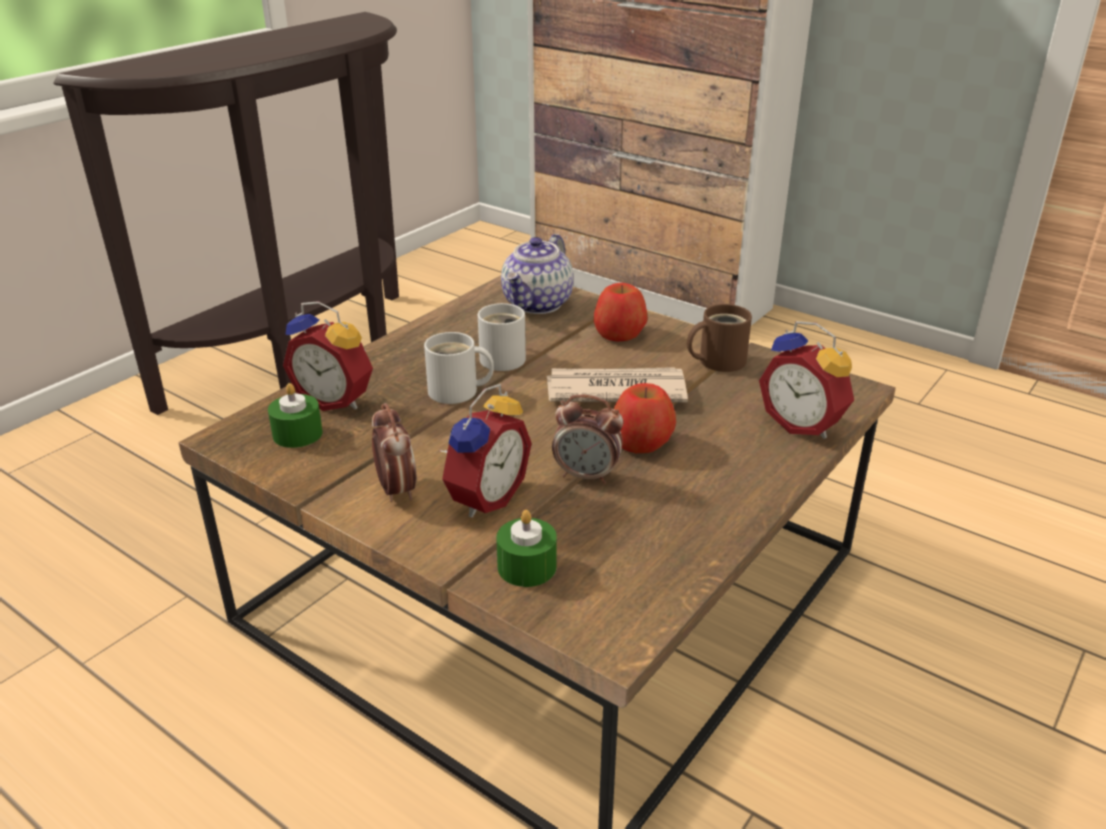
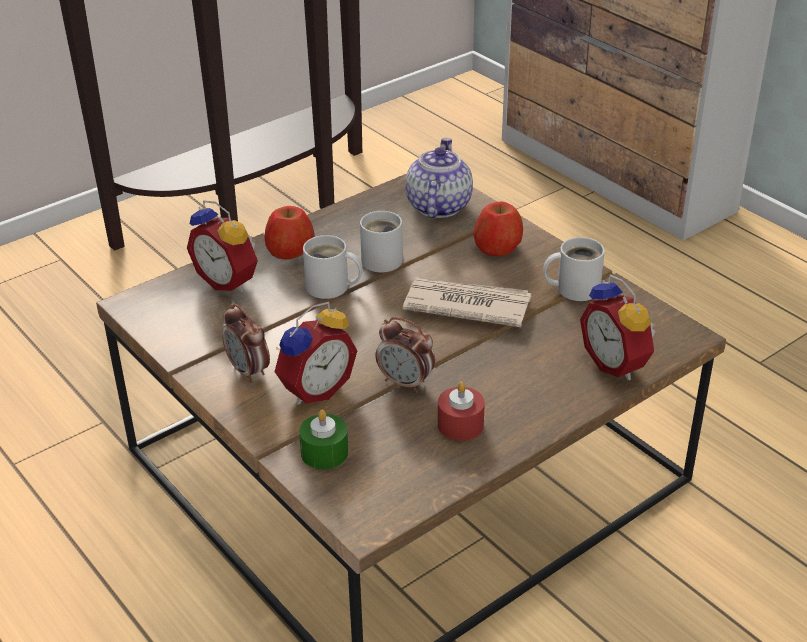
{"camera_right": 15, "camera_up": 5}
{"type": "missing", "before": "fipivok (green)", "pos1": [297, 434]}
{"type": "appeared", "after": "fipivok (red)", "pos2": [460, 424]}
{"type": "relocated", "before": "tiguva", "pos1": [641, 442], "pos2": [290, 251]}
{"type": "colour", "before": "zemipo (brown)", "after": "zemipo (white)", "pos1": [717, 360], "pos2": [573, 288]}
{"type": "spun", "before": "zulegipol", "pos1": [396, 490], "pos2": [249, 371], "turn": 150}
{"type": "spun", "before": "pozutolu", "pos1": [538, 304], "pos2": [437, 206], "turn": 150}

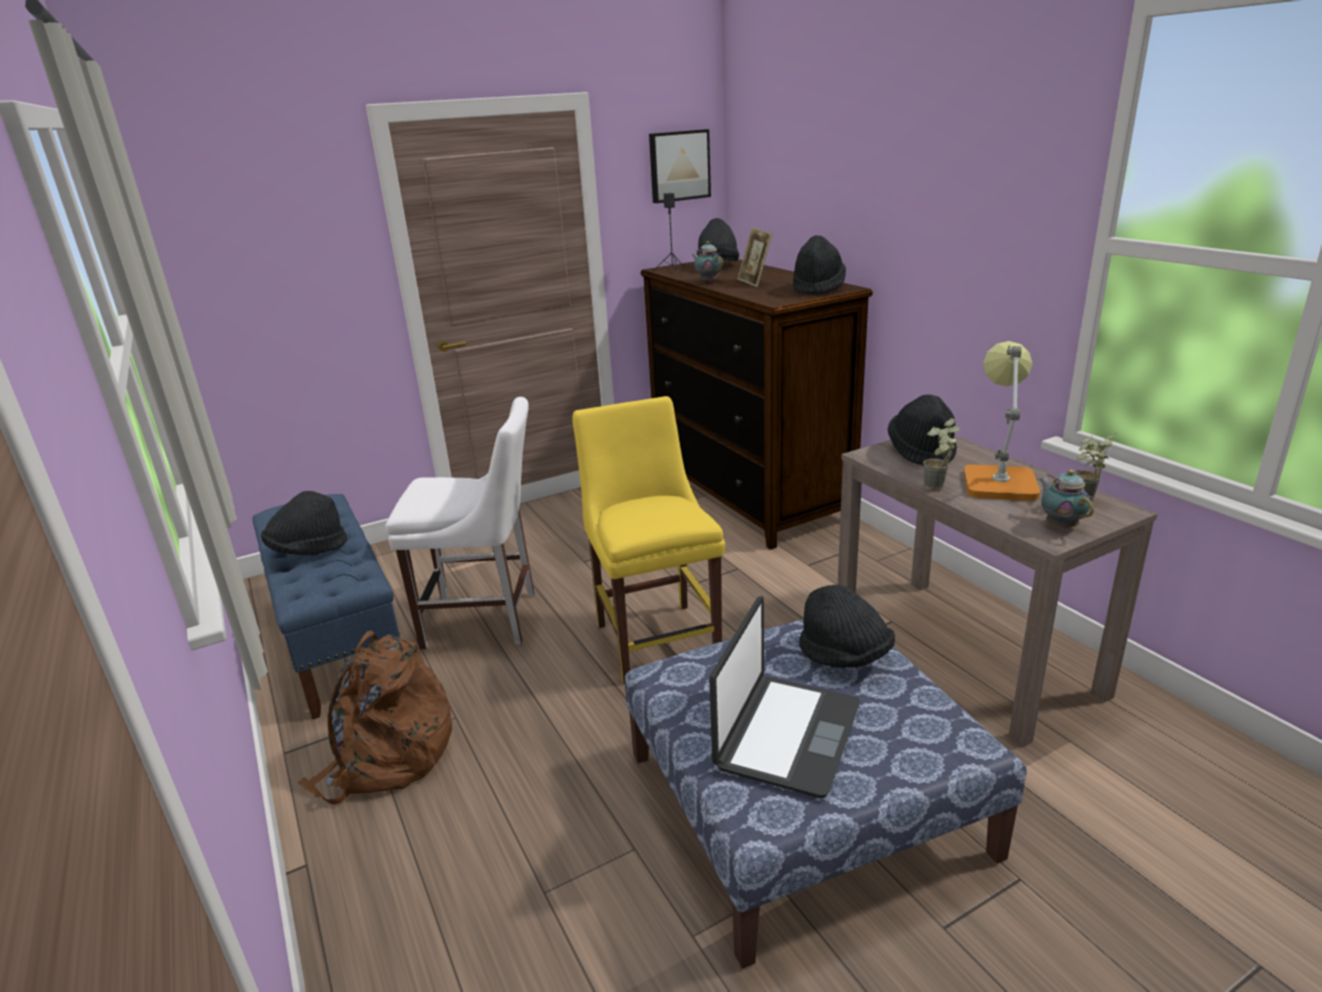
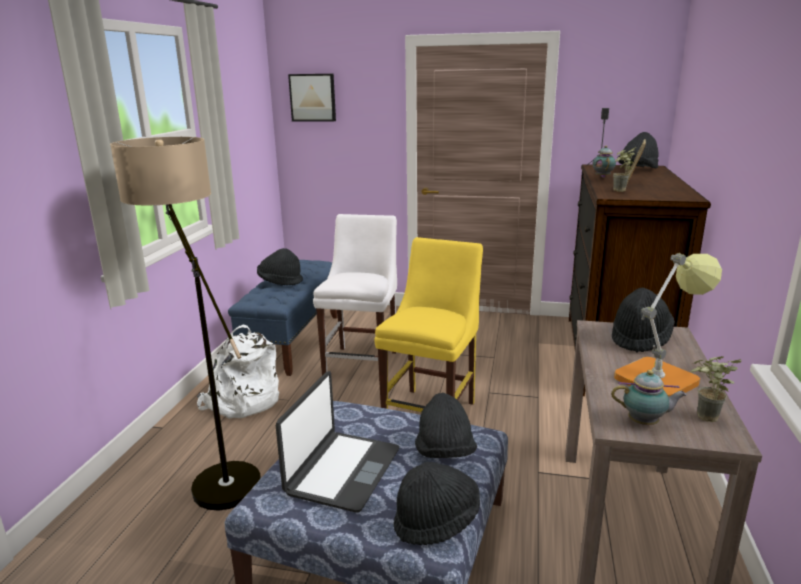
{"camera_right": 40, "camera_up": -5}
{"type": "appeared", "after": "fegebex", "pos2": [216, 473]}
{"type": "relocated", "before": "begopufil", "pos1": [678, 166], "pos2": [313, 97]}
{"type": "relocated", "before": "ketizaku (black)", "pos1": [818, 288], "pos2": [436, 521]}
{"type": "relocated", "before": "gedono", "pos1": [938, 489], "pos2": [619, 191]}
{"type": "colour", "before": "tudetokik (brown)", "after": "tudetokik (white)", "pos1": [387, 757], "pos2": [242, 402]}
{"type": "spun", "before": "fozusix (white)", "pos1": [486, 620], "pos2": [363, 362], "turn": -120}
{"type": "spun", "before": "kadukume", "pos1": [786, 735], "pos2": [342, 471], "turn": -45}
{"type": "spun", "before": "pozutolu", "pos1": [1060, 525], "pos2": [645, 423], "turn": 75}

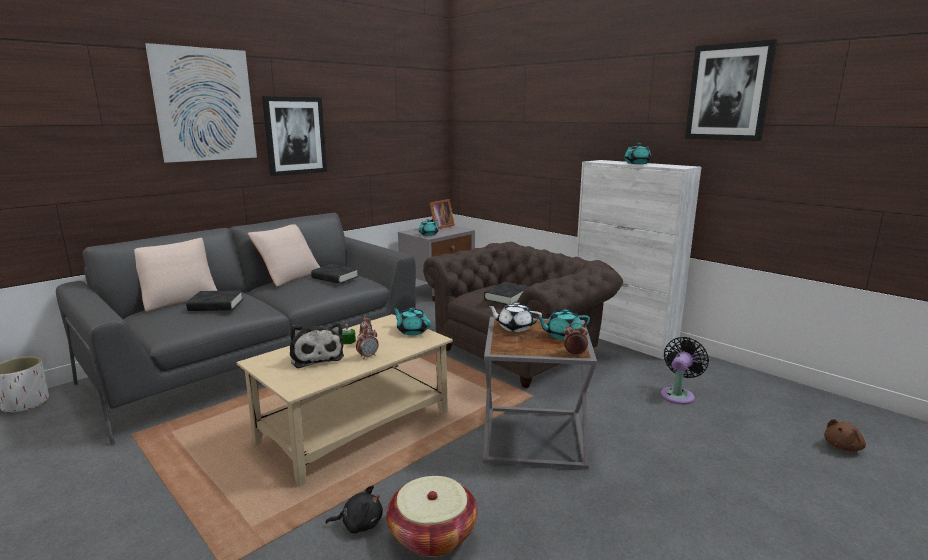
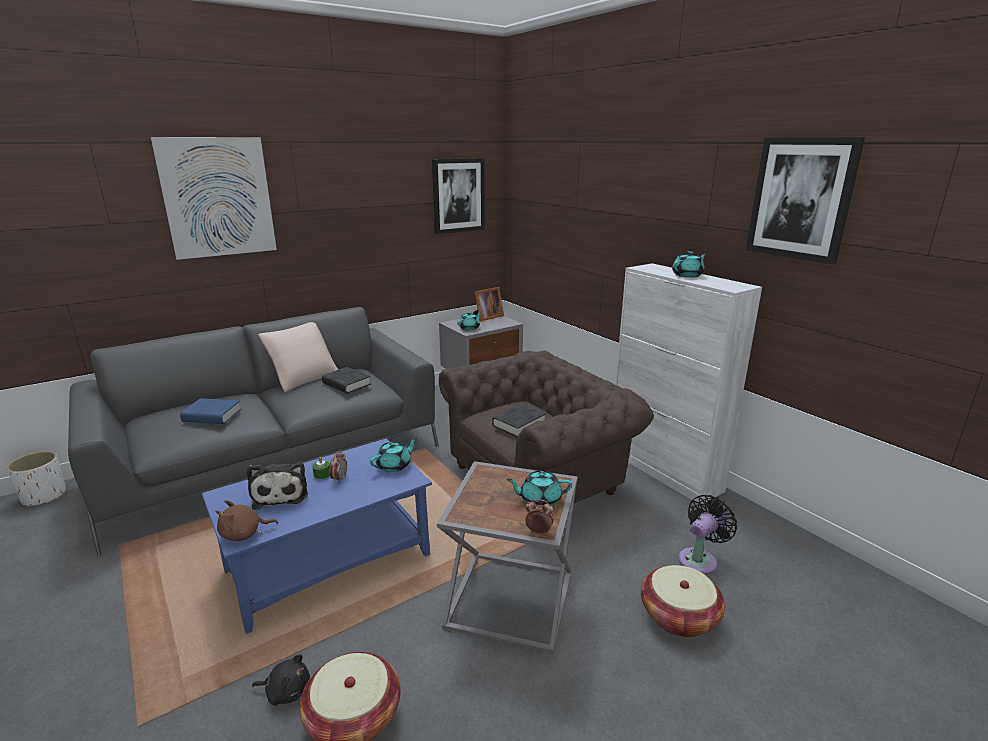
{"camera_right": 10, "camera_up": 5}
{"type": "missing", "before": "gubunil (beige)", "pos1": [179, 299]}
{"type": "missing", "before": "zulegipol", "pos1": [368, 356]}
{"type": "missing", "before": "pozutolu (white)", "pos1": [514, 327]}
{"type": "appeared", "after": "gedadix", "pos2": [678, 616]}
{"type": "relocated", "before": "begopufil", "pos1": [295, 136], "pos2": [458, 195]}
{"type": "relocated", "before": "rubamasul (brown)", "pos1": [843, 447], "pos2": [244, 534]}
{"type": "colour", "before": "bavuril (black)", "after": "bavuril (blue)", "pos1": [216, 305], "pos2": [212, 416]}
{"type": "colour", "before": "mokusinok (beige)", "after": "mokusinok (blue)", "pos1": [356, 427], "pos2": [330, 562]}
{"type": "spun", "before": "pozutolu (turquoise)", "pos1": [412, 331], "pos2": [394, 466], "turn": 90}

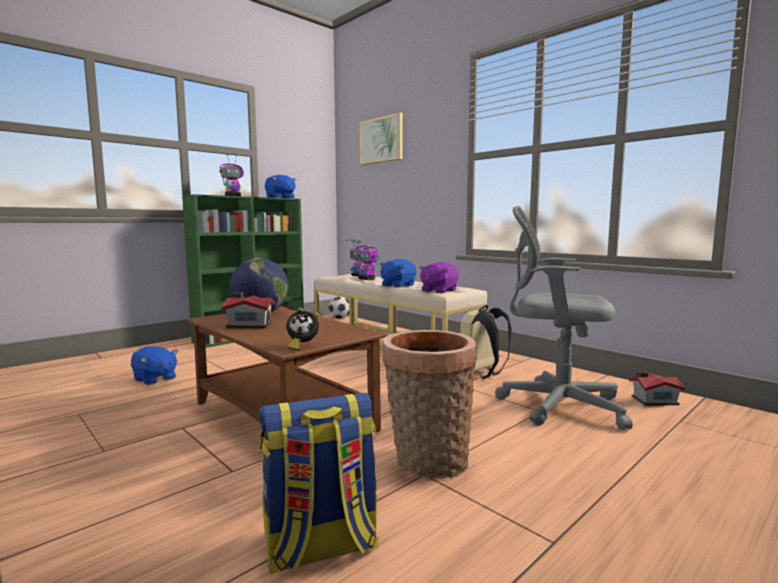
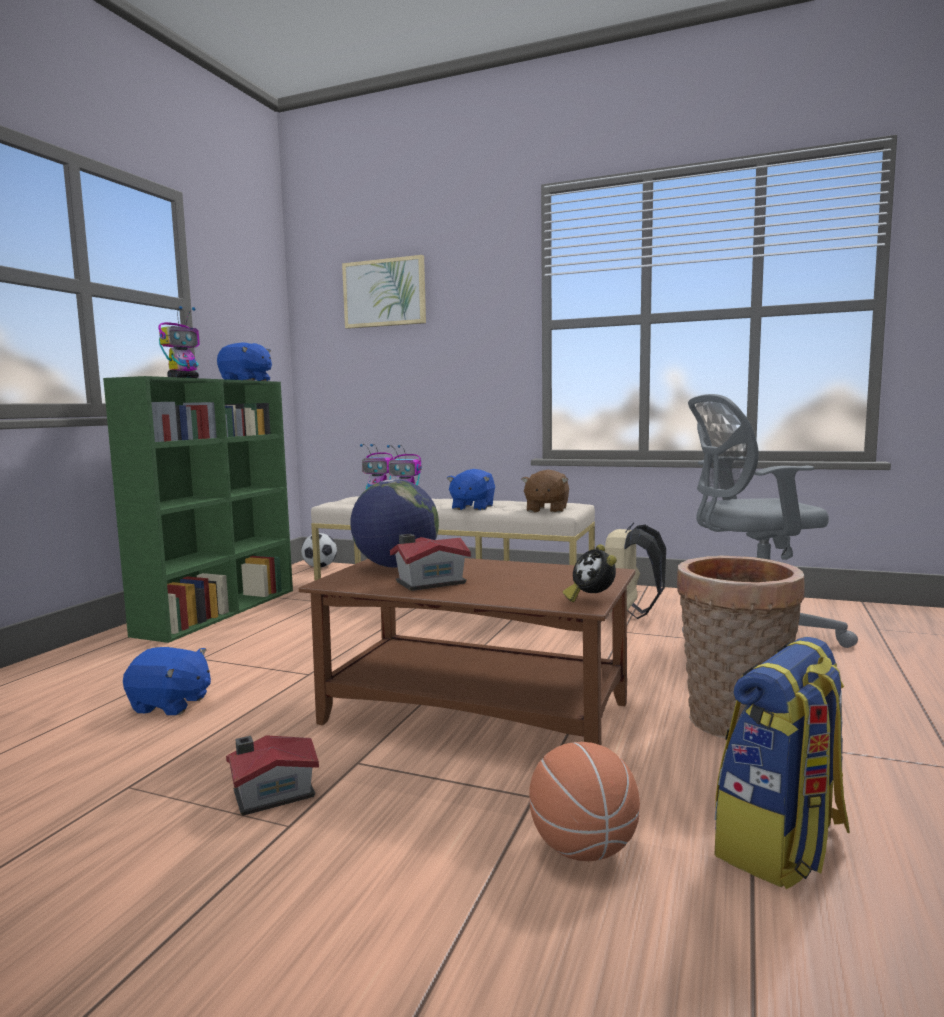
{"camera_right": -25, "camera_up": 0}
{"type": "appeared", "after": "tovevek", "pos2": [583, 849]}
{"type": "relocated", "before": "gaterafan", "pos1": [653, 400], "pos2": [271, 793]}
{"type": "colour", "before": "rubamasul (purple)", "after": "rubamasul (brown)", "pos1": [438, 291], "pos2": [546, 510]}
{"type": "spun", "before": "zulegipol", "pos1": [302, 346], "pos2": [591, 599], "turn": 90}

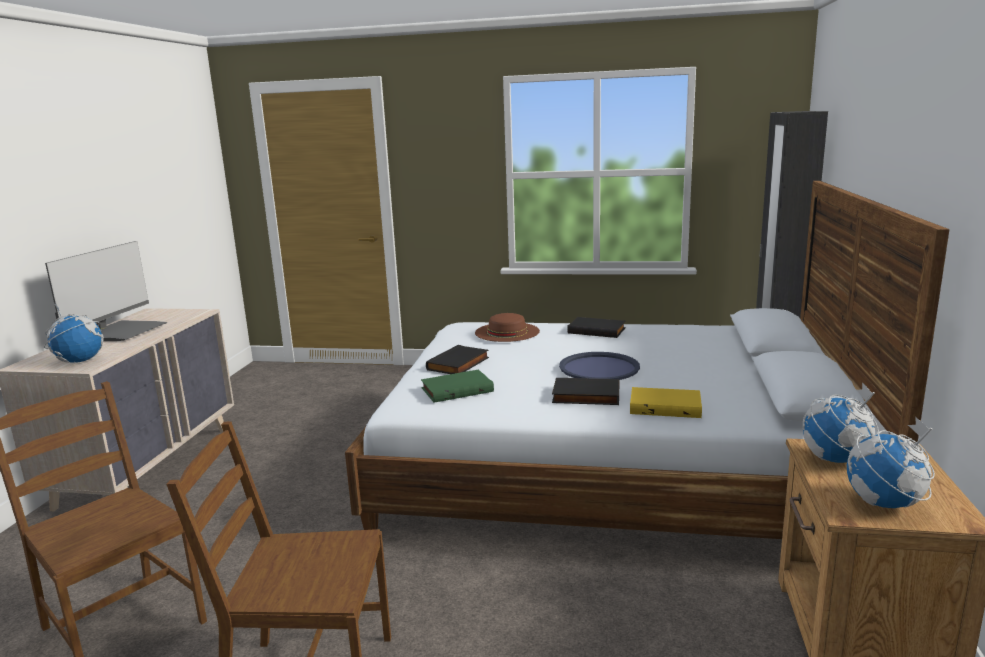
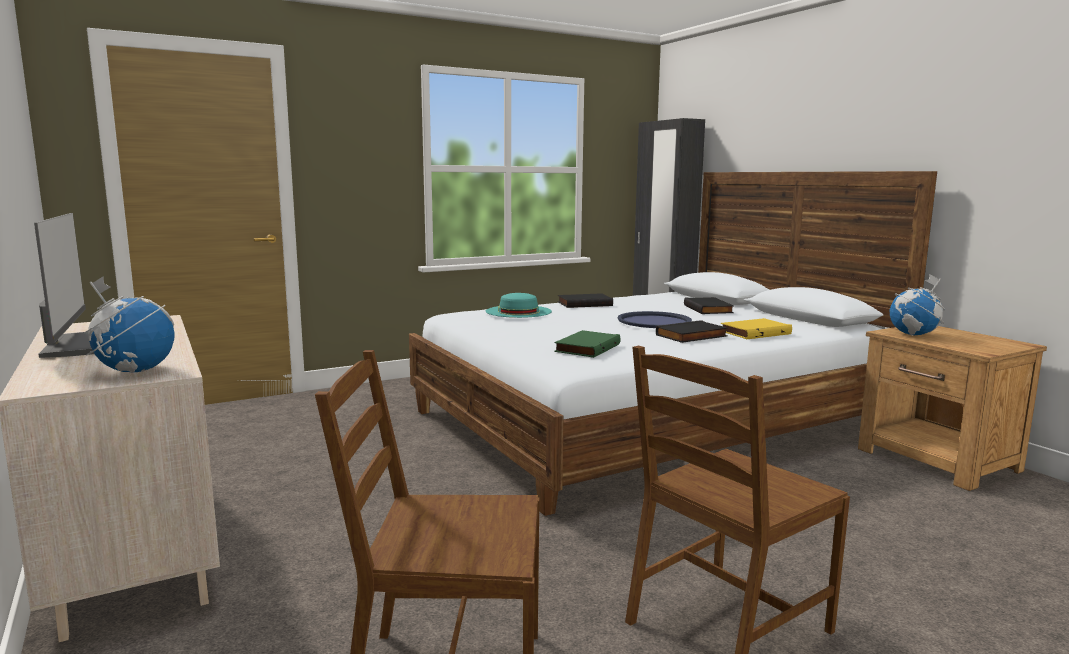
{"camera_right": -40, "camera_up": -5}
{"type": "missing", "before": "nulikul", "pos1": [884, 504]}
{"type": "relocated", "before": "bavuril (black)", "pos1": [459, 364], "pos2": [709, 309]}
{"type": "colour", "before": "ketizaku (brown)", "after": "ketizaku (turquoise)", "pos1": [507, 332], "pos2": [518, 311]}

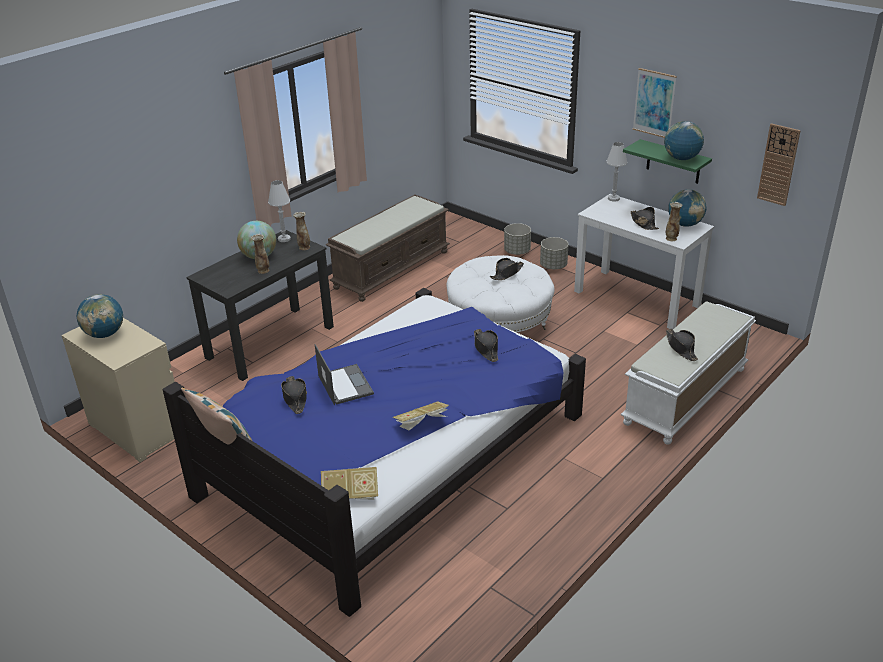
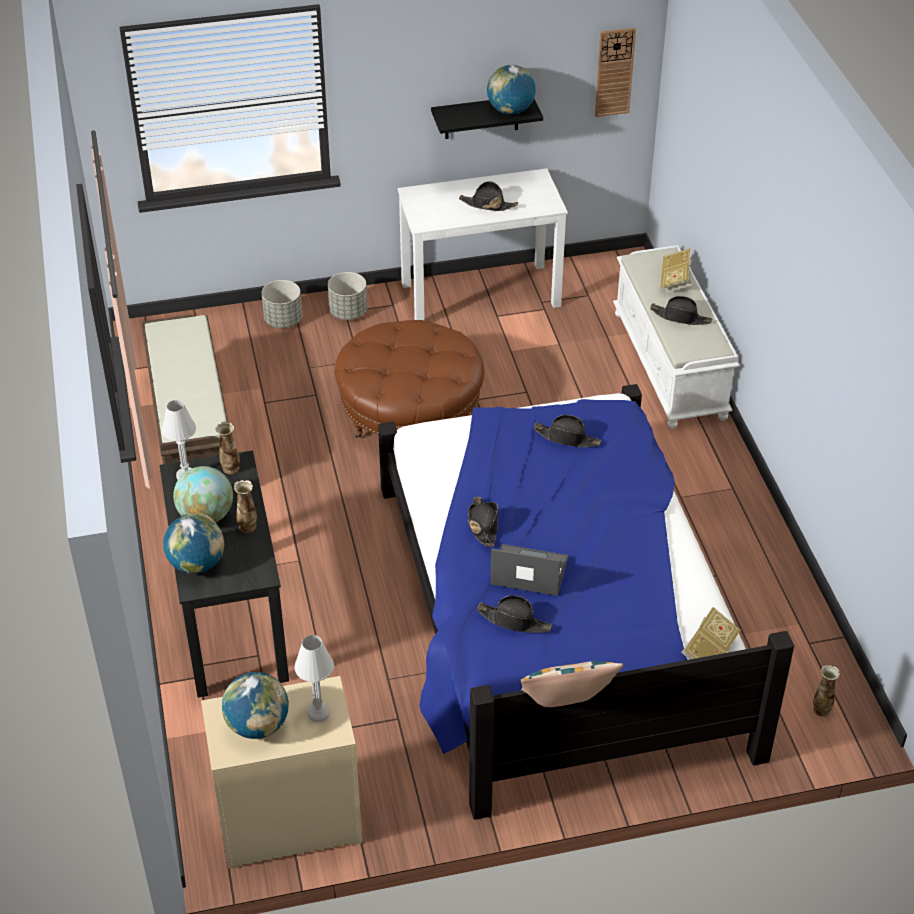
{"camera_right": -55, "camera_up": 10}
{"type": "missing", "before": "begopufil", "pos1": [654, 103]}
{"type": "relocated", "before": "bavuril", "pos1": [422, 424], "pos2": [675, 280]}
{"type": "relocated", "before": "ketizaku (black)", "pos1": [507, 273], "pos2": [483, 525]}
{"type": "relocated", "before": "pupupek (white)", "pos1": [613, 198], "pos2": [318, 713]}
{"type": "relocated", "before": "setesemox", "pos1": [671, 238], "pos2": [821, 709]}
{"type": "relocated", "before": "nulikul", "pos1": [685, 224], "pos2": [196, 564]}
{"type": "colour", "before": "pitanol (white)", "after": "pitanol (brown)", "pos1": [499, 322], "pos2": [410, 413]}
{"type": "colour", "before": "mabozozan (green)", "after": "mabozozan (black)", "pos1": [673, 162], "pos2": [481, 117]}

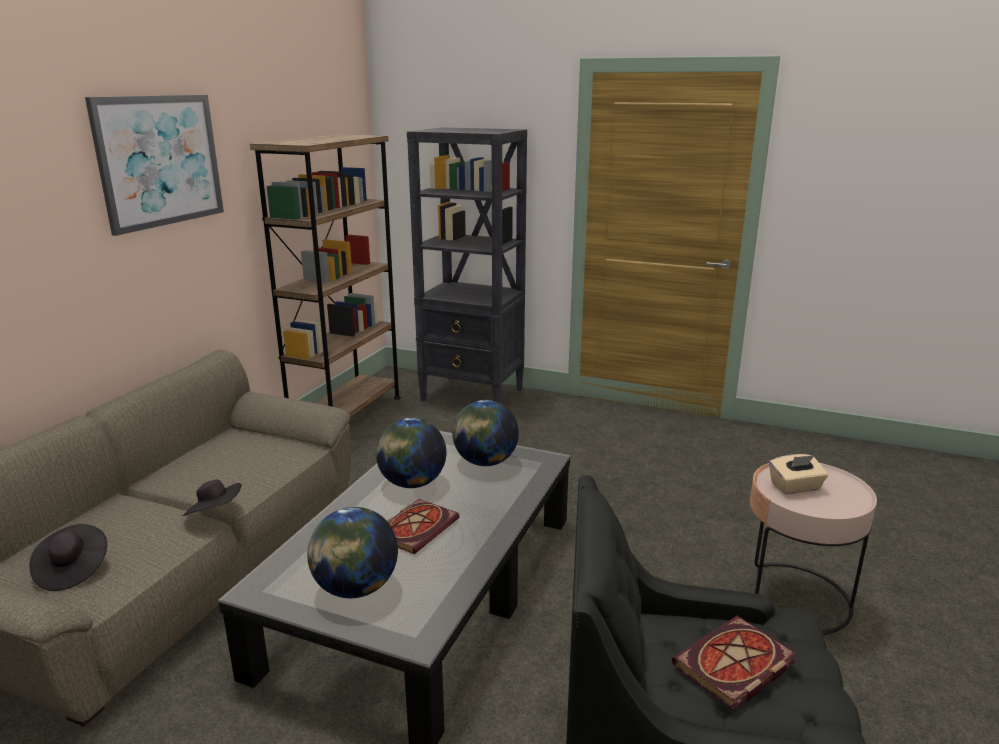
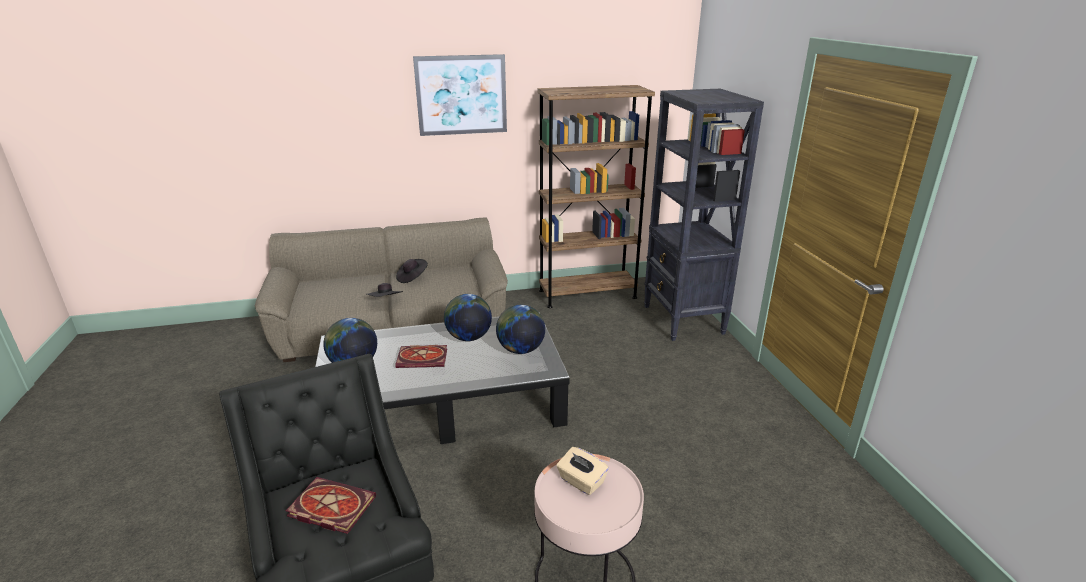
{"camera_right": 55, "camera_up": 5}
{"type": "relocated", "before": "ketizaku (black)", "pos1": [72, 570], "pos2": [412, 277]}

